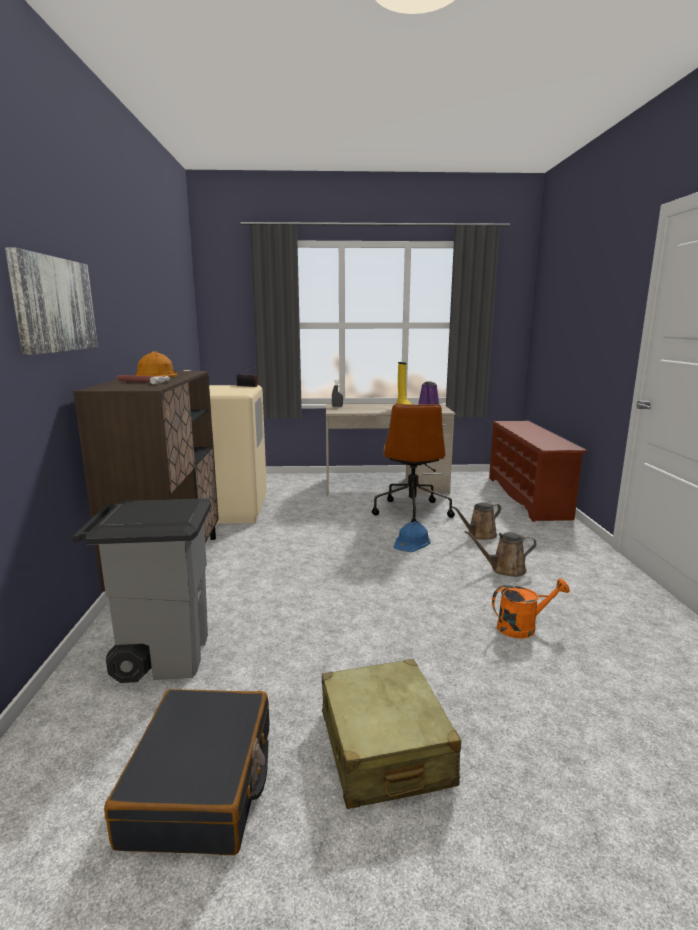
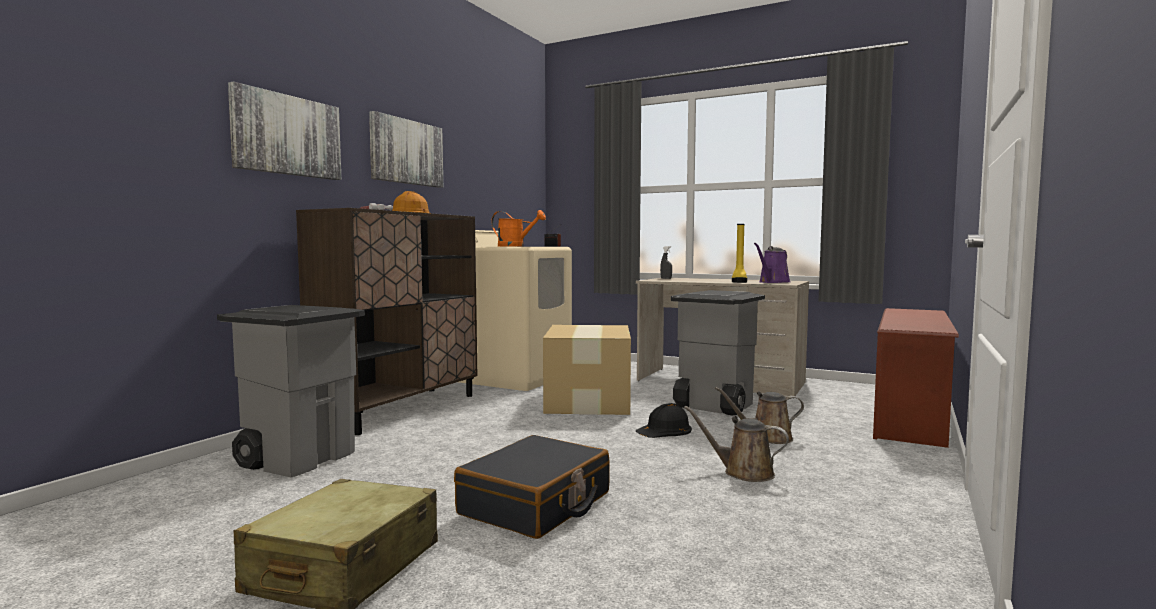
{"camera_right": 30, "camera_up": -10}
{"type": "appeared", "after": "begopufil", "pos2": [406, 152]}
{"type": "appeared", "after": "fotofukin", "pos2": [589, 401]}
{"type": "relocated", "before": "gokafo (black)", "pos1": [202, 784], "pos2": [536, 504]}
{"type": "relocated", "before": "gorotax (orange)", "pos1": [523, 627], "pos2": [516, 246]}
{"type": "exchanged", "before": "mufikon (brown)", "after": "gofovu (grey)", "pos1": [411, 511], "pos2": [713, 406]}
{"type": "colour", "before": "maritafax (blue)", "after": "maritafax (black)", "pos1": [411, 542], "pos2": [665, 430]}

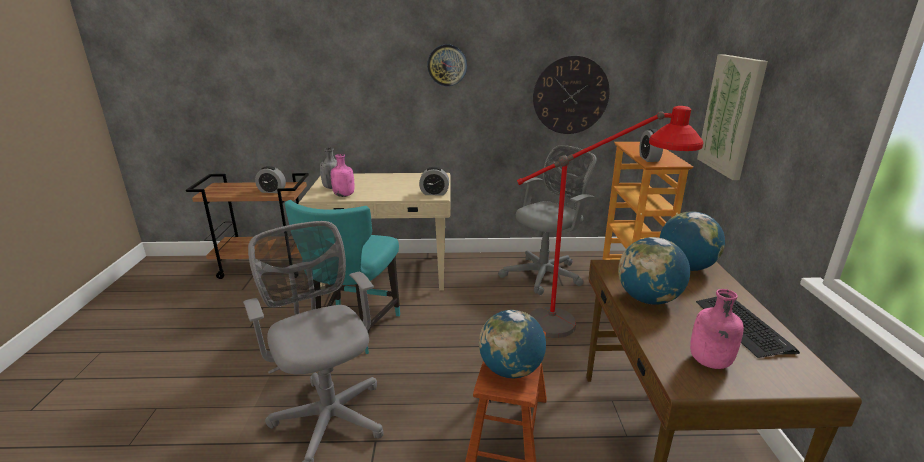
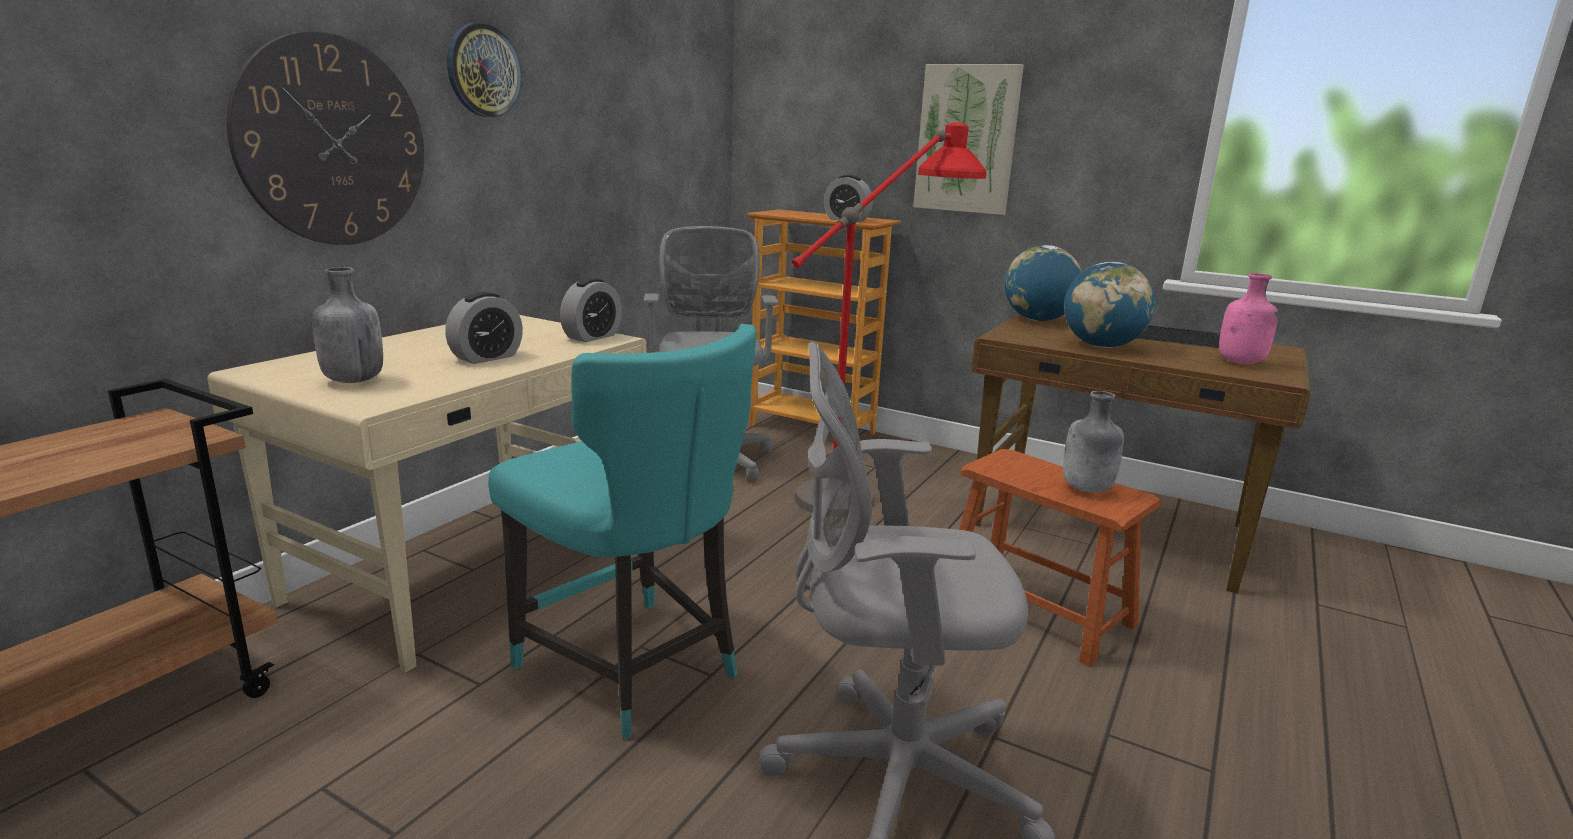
{"camera_right": -60, "camera_up": -5}
{"type": "missing", "before": "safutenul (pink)", "pos1": [344, 195]}
{"type": "relocated", "before": "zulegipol", "pos1": [272, 191], "pos2": [486, 357]}
{"type": "relocated", "before": "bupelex", "pos1": [570, 95], "pos2": [333, 142]}
{"type": "exchanged", "before": "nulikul", "after": "safutenul (grey)", "pos1": [511, 370], "pos2": [1086, 489]}

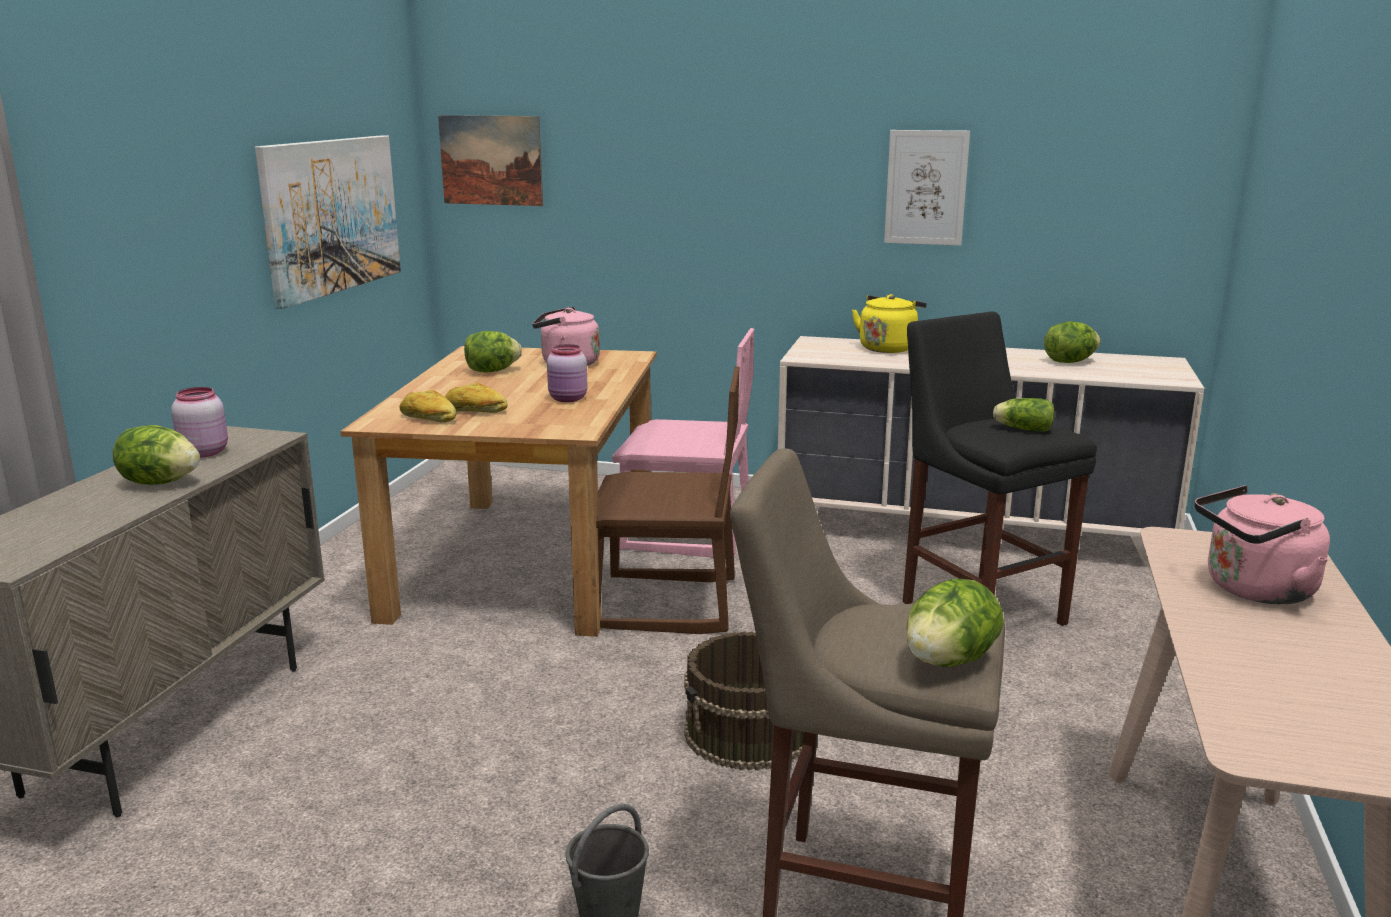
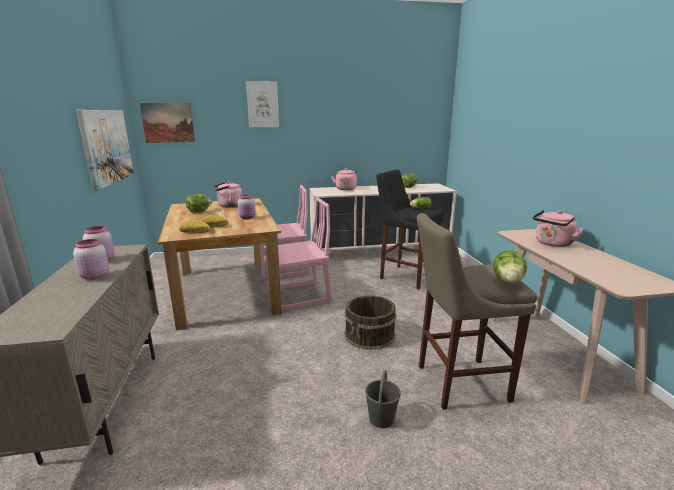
{"camera_right": -25, "camera_up": 0}
{"type": "relocated", "before": "begopufil", "pos1": [926, 187], "pos2": [262, 104]}
{"type": "exchanged", "before": "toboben", "after": "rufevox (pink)", "pos1": [160, 483], "pos2": [94, 276]}
{"type": "colour", "before": "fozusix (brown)", "after": "fozusix (pink)", "pos1": [666, 605], "pos2": [298, 296]}
{"type": "colour", "before": "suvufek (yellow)", "after": "suvufek (pink)", "pos1": [888, 348], "pos2": [345, 188]}

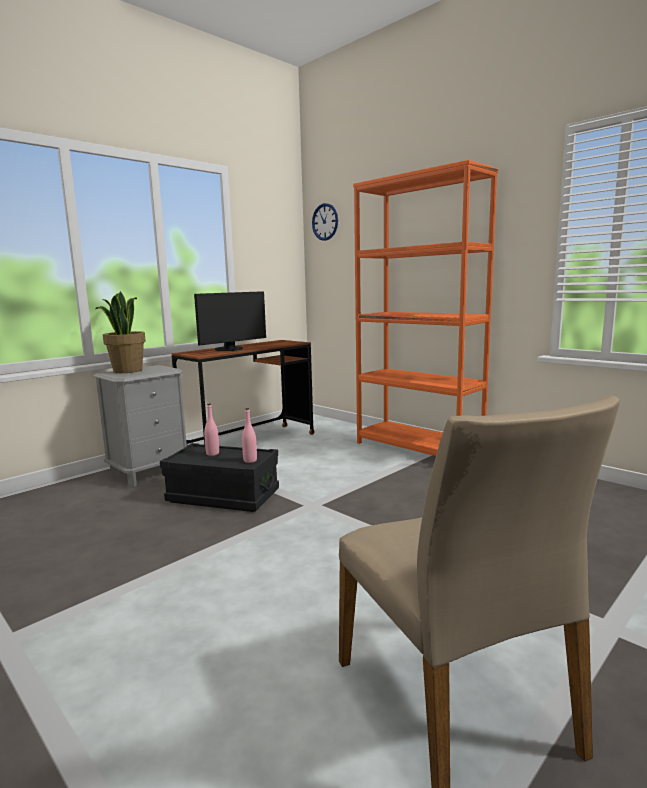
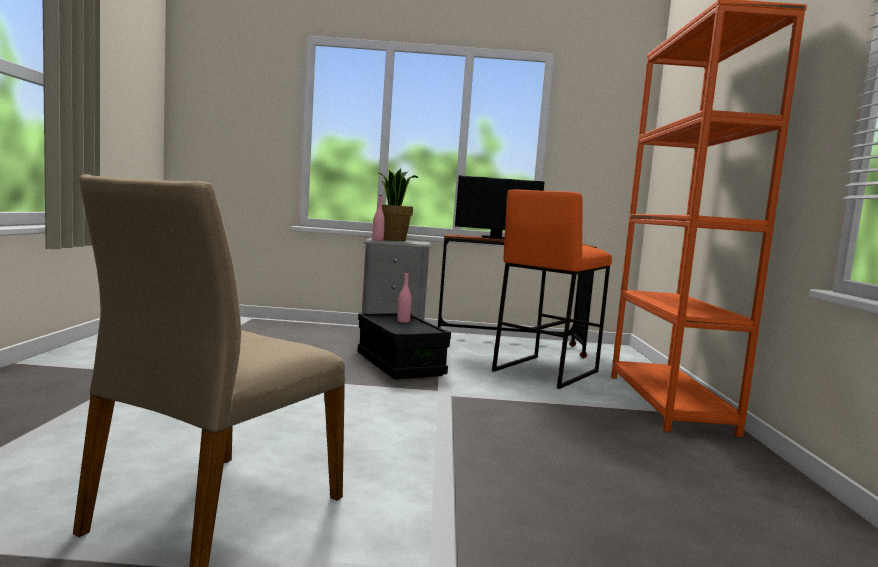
{"camera_right": 45, "camera_up": -5}
{"type": "missing", "before": "bupelex", "pos1": [325, 222]}
{"type": "appeared", "after": "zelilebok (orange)", "pos2": [545, 371]}
{"type": "relocated", "before": "safutenul (pink)", "pos1": [250, 460], "pos2": [377, 240]}

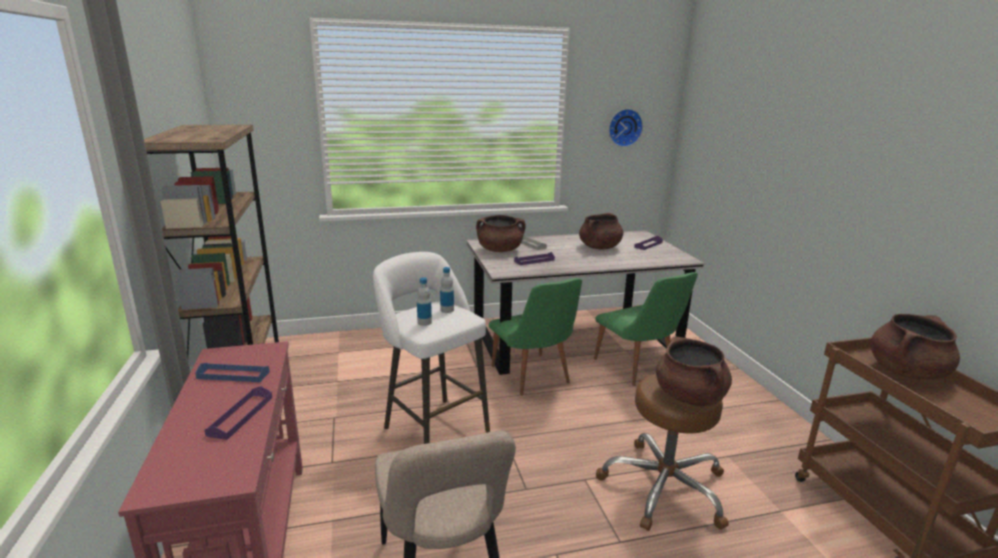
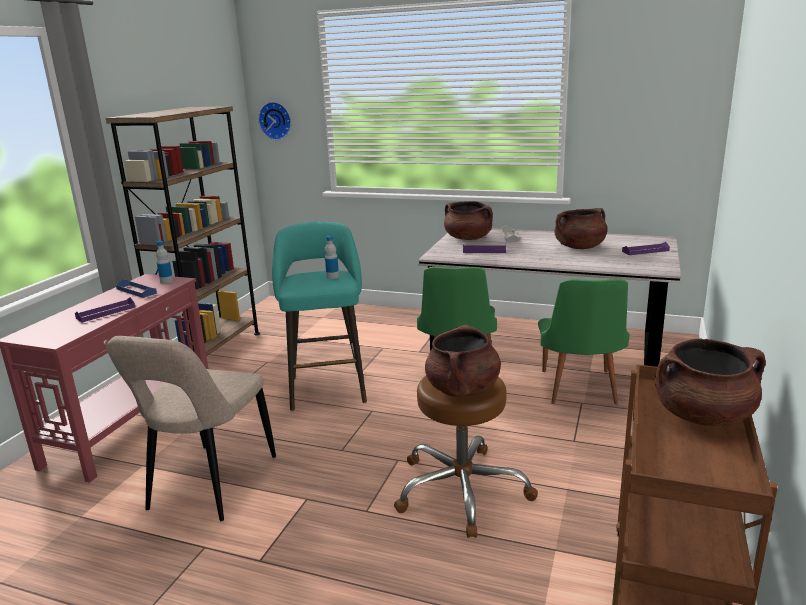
{"camera_right": 35, "camera_up": 0}
{"type": "relocated", "before": "safutenul", "pos1": [424, 322], "pos2": [166, 281]}
{"type": "relocated", "before": "bupelex", "pos1": [624, 127], "pos2": [276, 120]}
{"type": "colour", "before": "zelilebok (white)", "after": "zelilebok (turquoise)", "pos1": [433, 426], "pos2": [327, 387]}

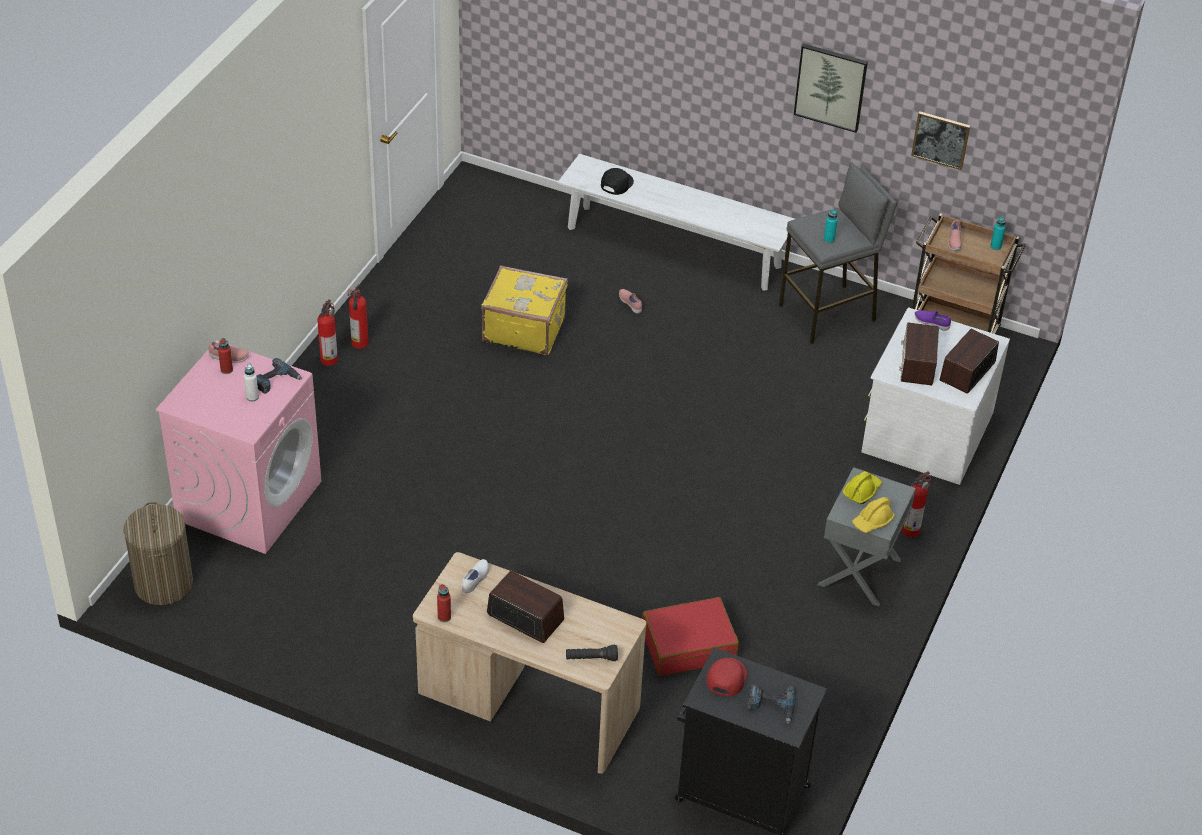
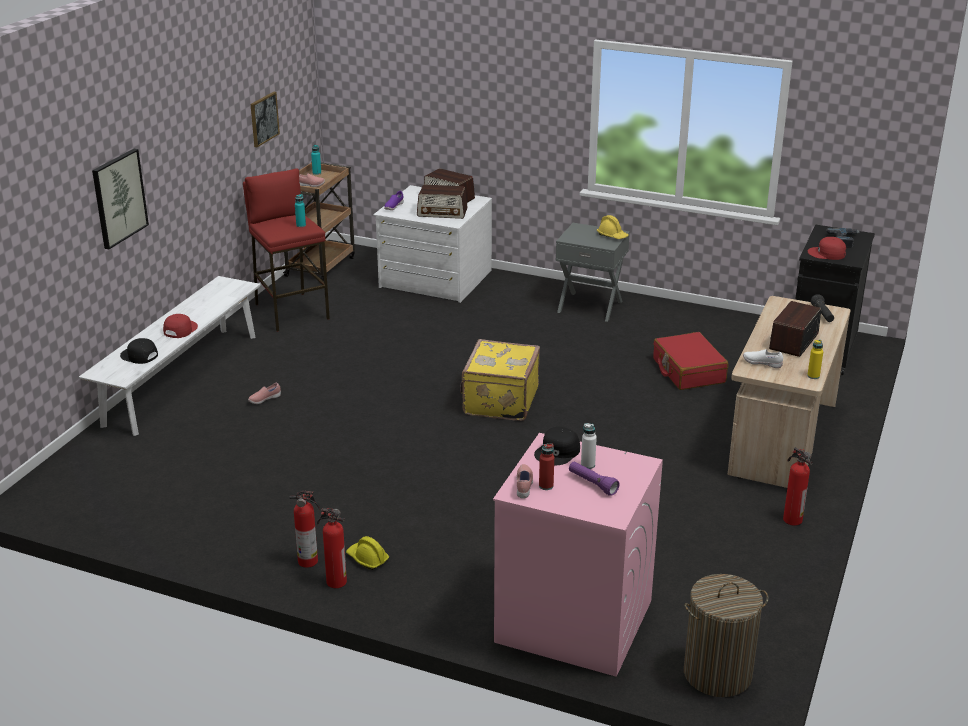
{"camera_right": -90, "camera_up": -15}
{"type": "appeared", "after": "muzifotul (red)", "pos2": [180, 329]}
{"type": "appeared", "after": "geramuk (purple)", "pos2": [592, 484]}
{"type": "relocated", "before": "gokafo (yellow)", "pos1": [524, 328], "pos2": [499, 401]}
{"type": "relocated", "before": "begopufil", "pos1": [831, 87], "pos2": [119, 198]}
{"type": "relocated", "before": "maritafax (yellow)", "pos1": [861, 491], "pos2": [367, 559]}
{"type": "relocated", "before": "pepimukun", "pos1": [911, 530], "pos2": [791, 519]}
{"type": "exchanged", "before": "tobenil", "after": "muzifotul (black)", "pos1": [276, 381], "pos2": [558, 452]}
{"type": "colour", "before": "safutenul (red)", "after": "safutenul (yellow)", "pos1": [444, 617], "pos2": [813, 376]}
{"type": "colour", "before": "zelilebok (grey)", "after": "zelilebok (red)", "pos1": [828, 314], "pos2": [291, 311]}

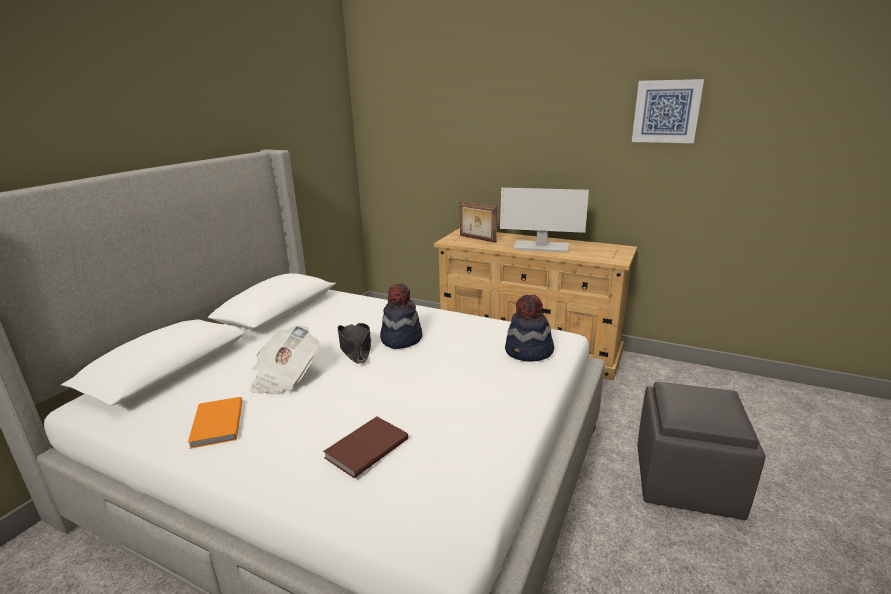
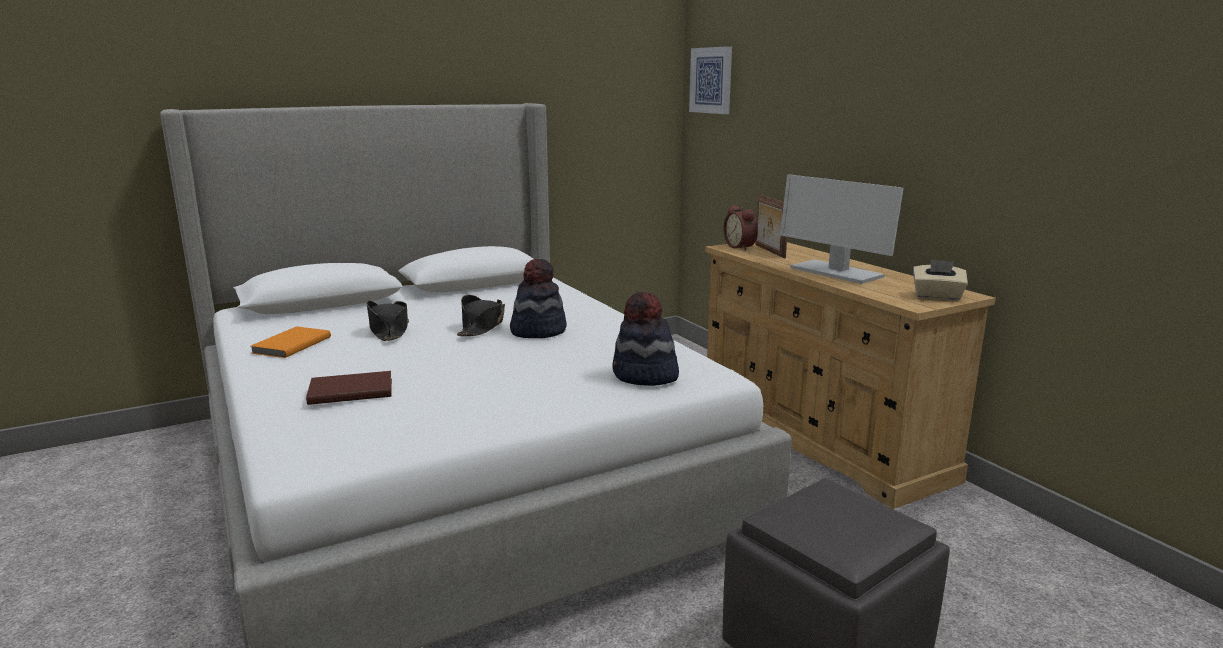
{"camera_right": 35, "camera_up": -5}
{"type": "appeared", "after": "zulegipol", "pos2": [741, 247]}
{"type": "appeared", "after": "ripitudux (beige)", "pos2": [937, 297]}
{"type": "relocated", "before": "begopufil", "pos1": [666, 111], "pos2": [711, 80]}
{"type": "exchanged", "before": "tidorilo", "after": "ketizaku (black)", "pos1": [285, 377], "pos2": [389, 330]}

